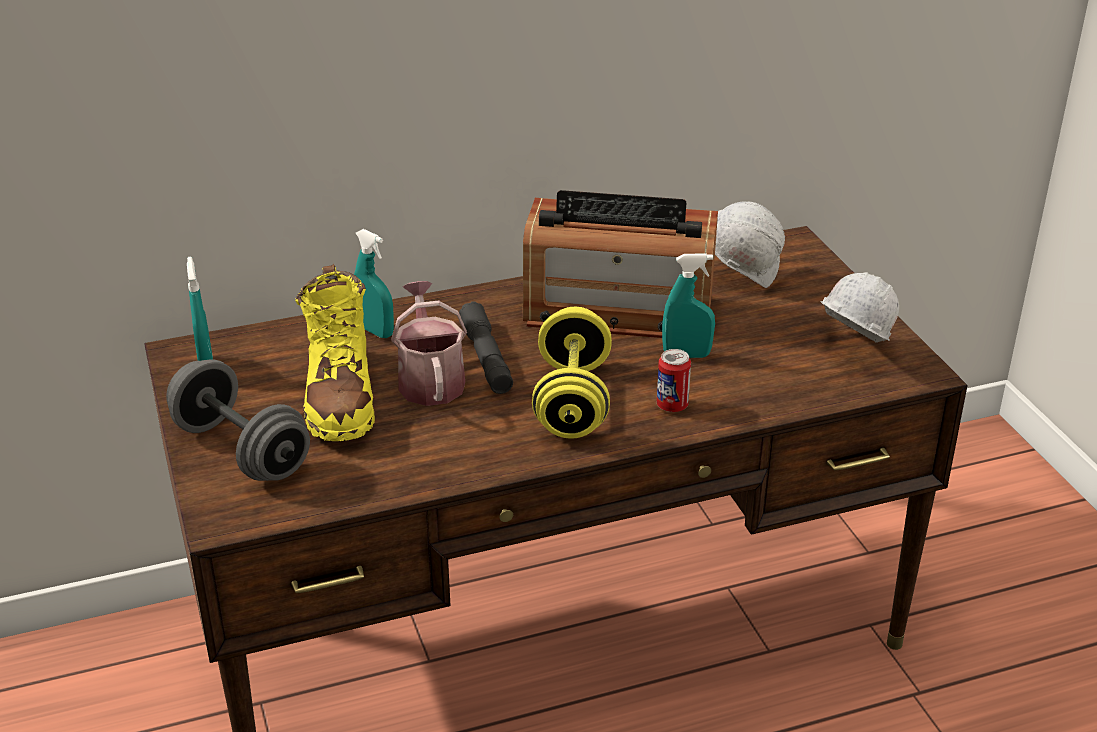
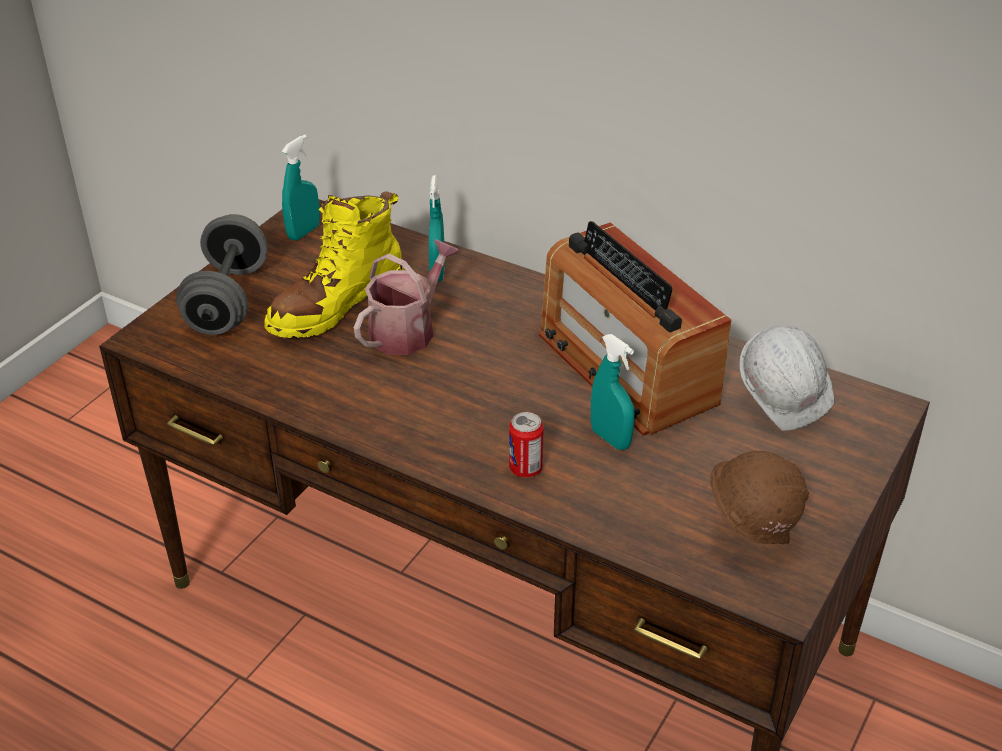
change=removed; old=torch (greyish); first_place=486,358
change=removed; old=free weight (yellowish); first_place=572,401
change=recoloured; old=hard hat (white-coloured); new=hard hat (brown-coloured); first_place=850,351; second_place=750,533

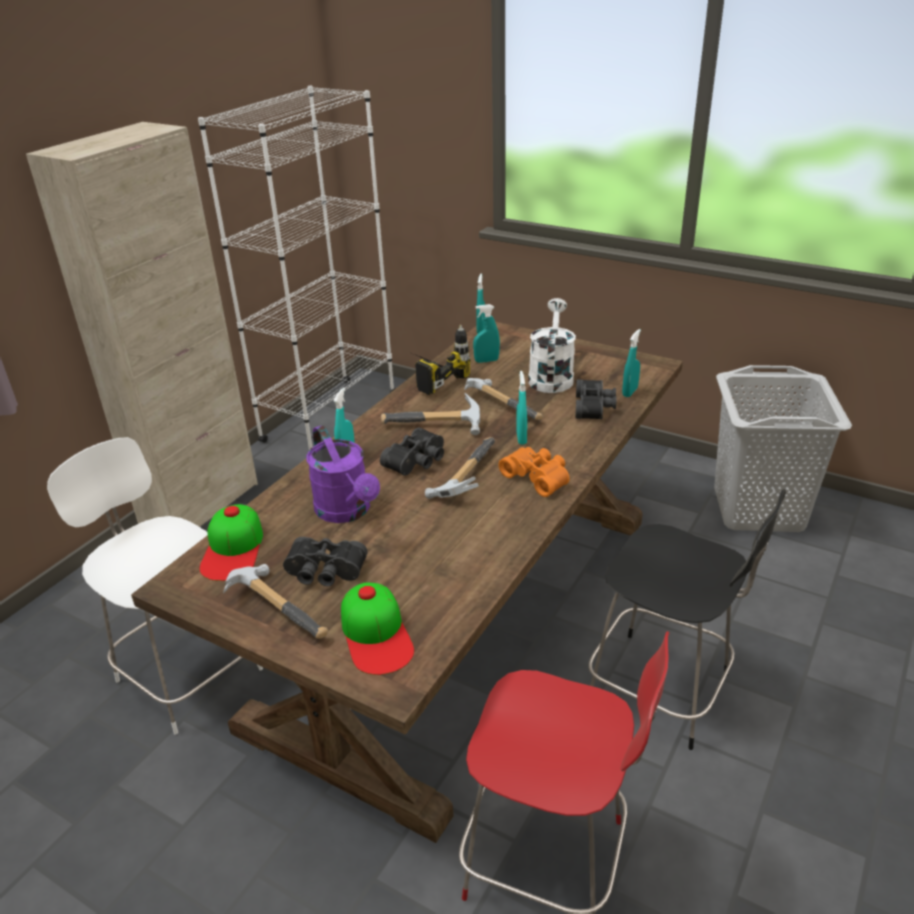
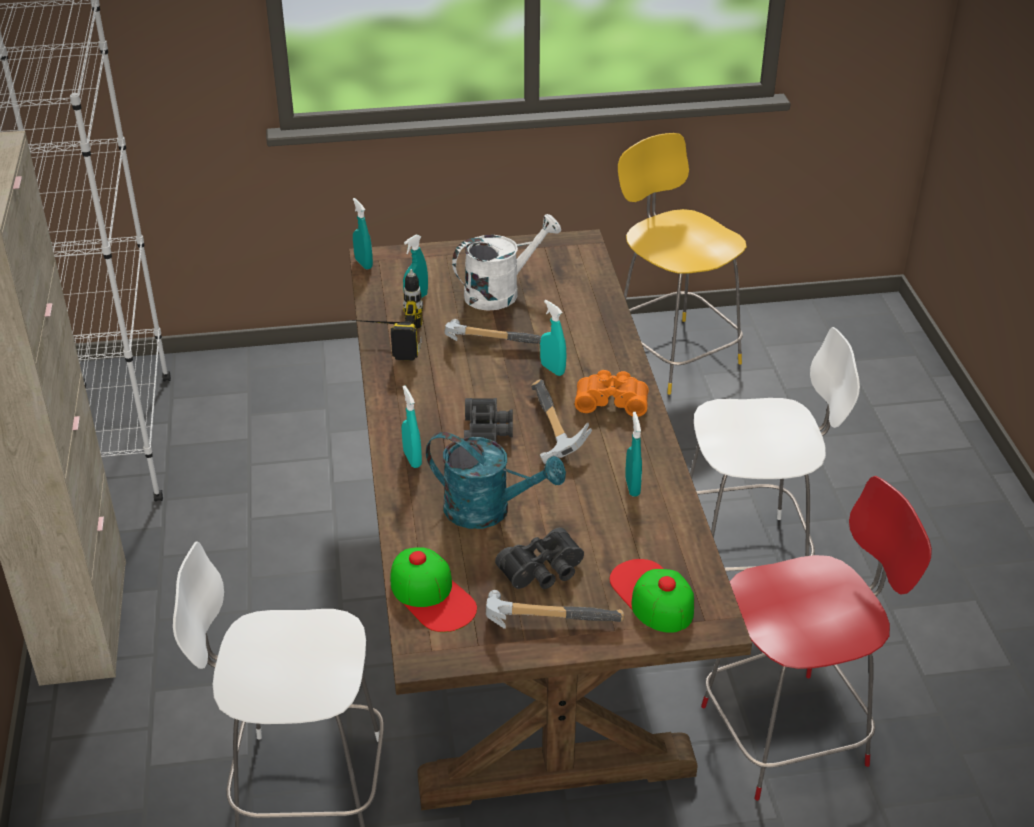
change=removed; old=tool hammer; first_place=436,427
change=removed; old=pair of binoculars (black); first_place=595,407
change=moved; old=hand sprayer (blue-green); first_place=630,392; second_place=632,487
change=replaced; old=hamper (greyish); new=plain chair (yellowish); first_place=758,508; second_place=673,353
change=recoloured; old=watering pot (purplish); new=watering pot (blue-green); first_place=347,511; second_place=489,511
change=recoloured; old=plain chair (black); new=plain chair (white-coloured); first_place=663,691; second_place=746,558
change=turned; old=peaked cap; first_place=376,634; second_place=652,595; degrees=-150
change=turned; old=watering pot (white-coloured); first_place=551,376; second_place=501,292; degrees=90

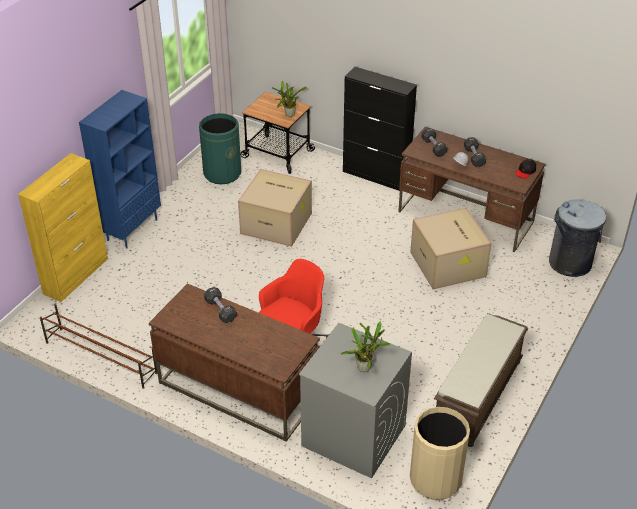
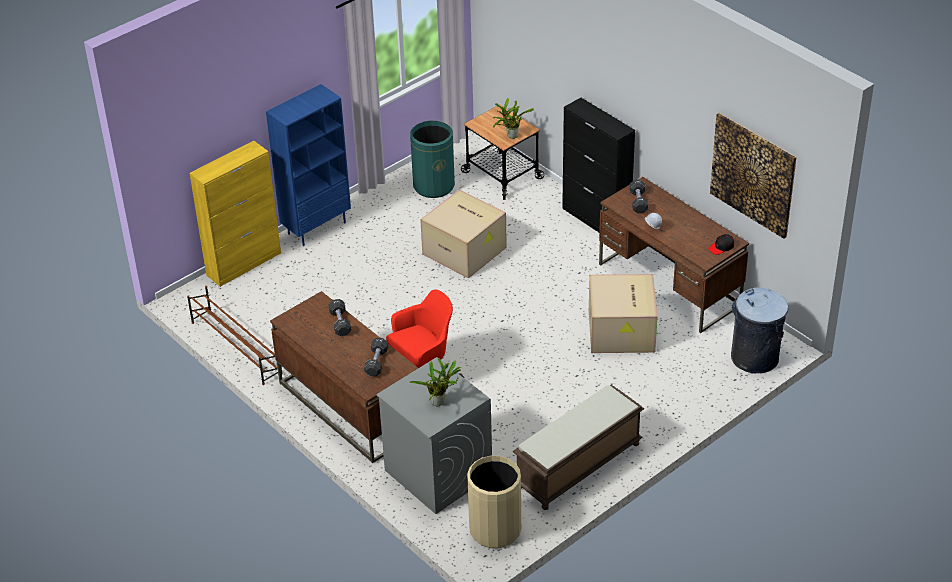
change=added; new=wall art; second_place=753,174
change=moved; old=free weight (black); first_place=474,157; second_place=376,362

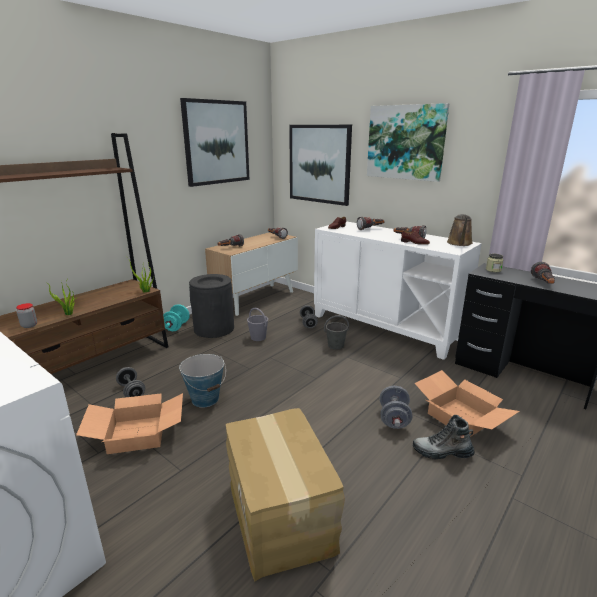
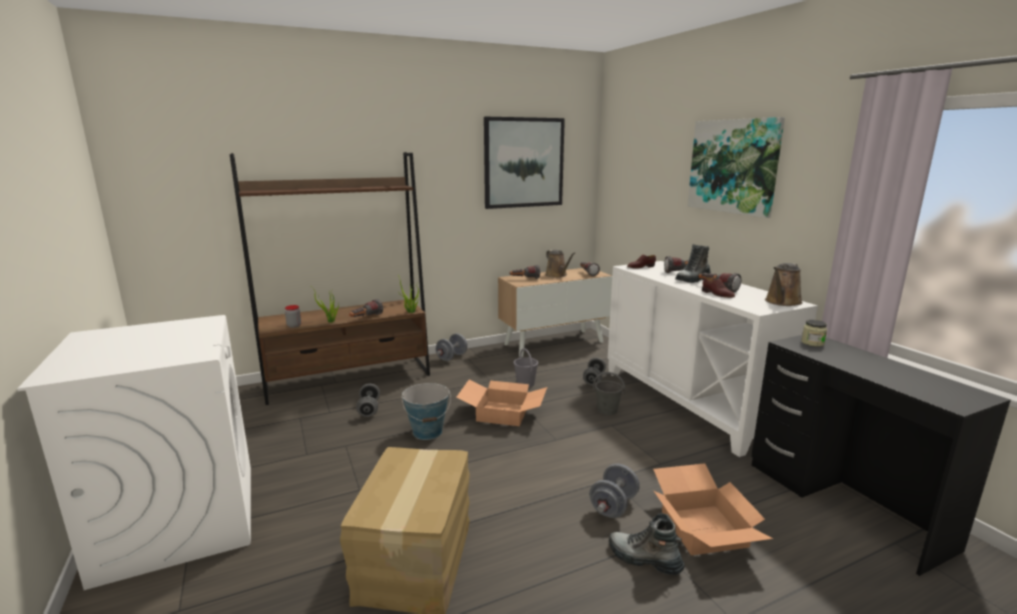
change=removed; old=rubbish bin (black); first_place=214,329
change=removed; old=wall art; first_place=319,164
change=added; new=watering pot (brown-coloured); second_place=557,275
change=added; new=tall boot; second_place=693,279
change=moved; old=packing box; first_place=138,433; second_place=503,413
change=moved; old=torch; first_place=543,283; second_place=365,318
change=recoloured; old=free weight (blue-green); new=free weight (greyish); first_place=176,327; second_place=451,357

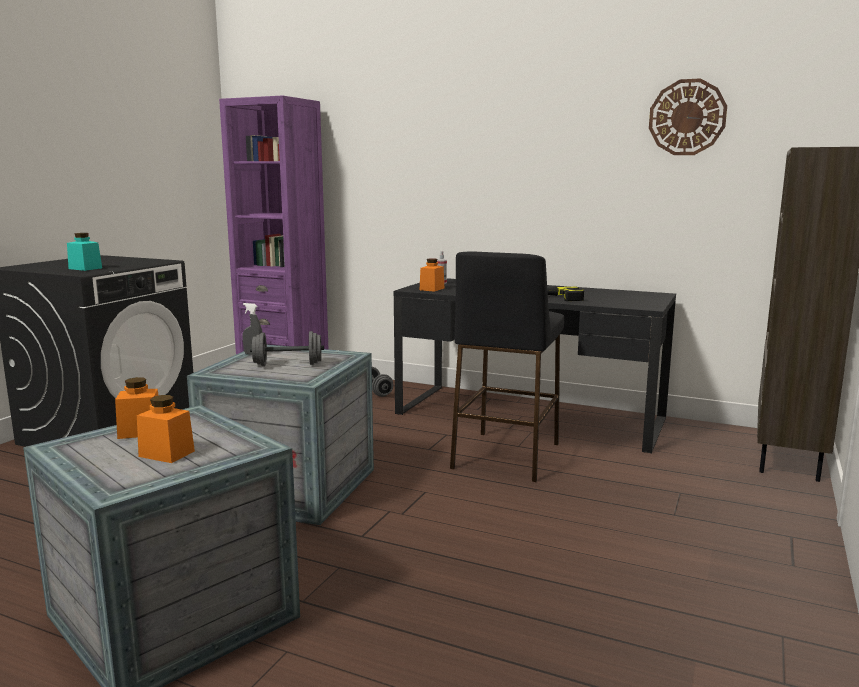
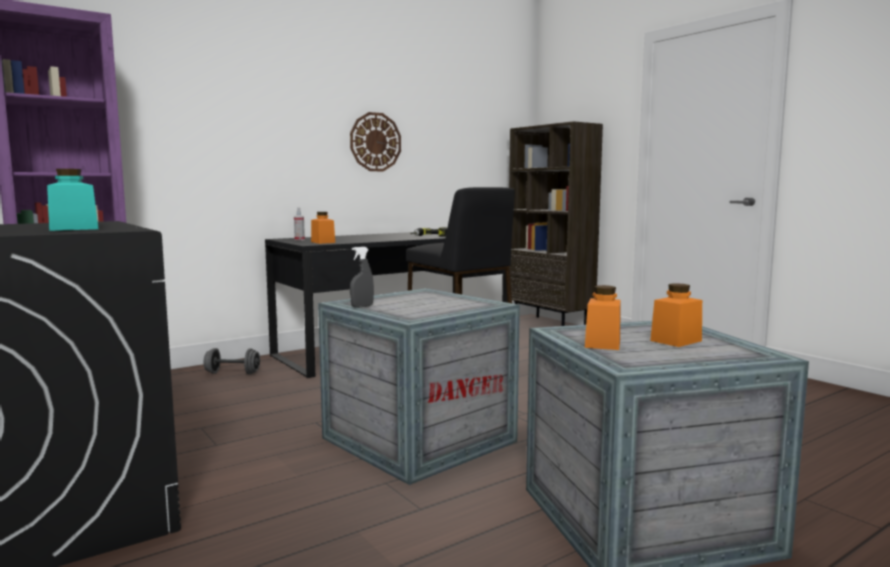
change=removed; old=free weight (greyish); first_place=288,364
change=moved; old=wall clock; first_place=687,117; second_place=375,142

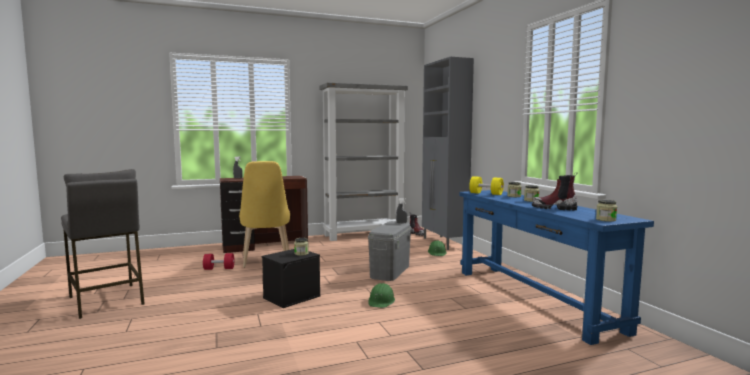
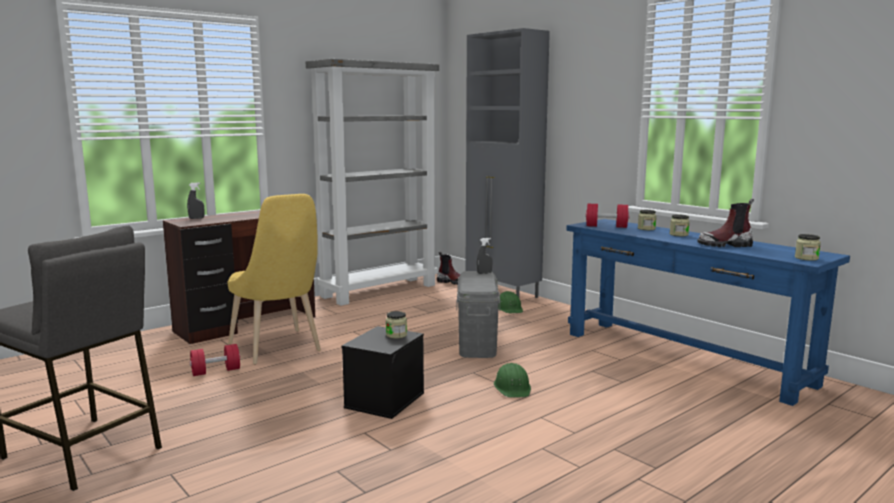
change=recoloured; old=free weight (yellowish); new=free weight (reddish); first_place=486,194; second_place=606,226

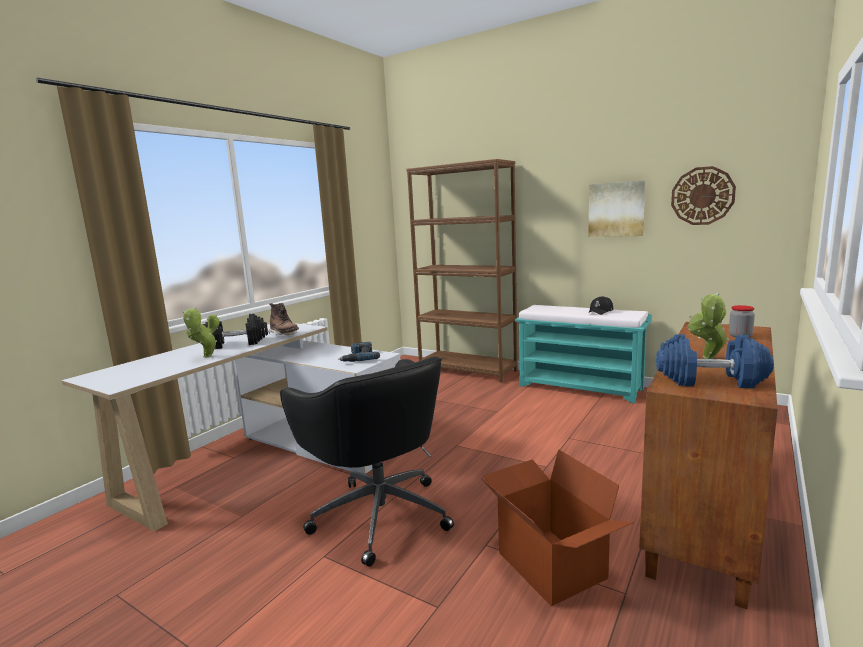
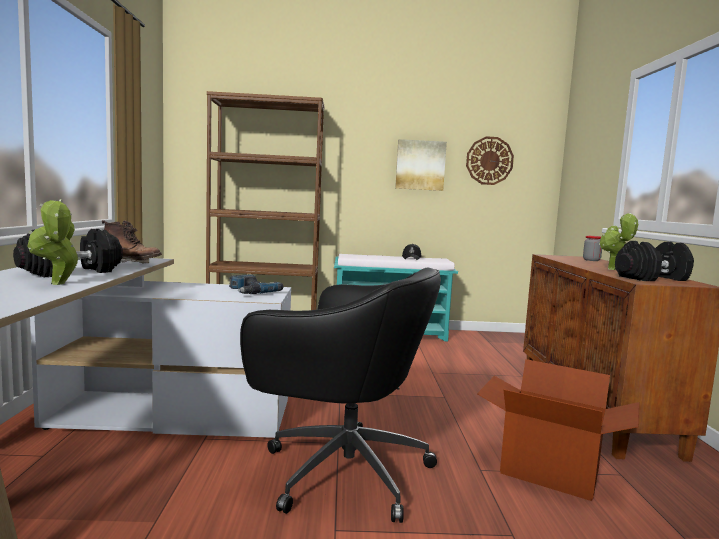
change=recoloured; old=free weight (blue-coloured); new=free weight (black); first_place=710,380; second_place=652,278

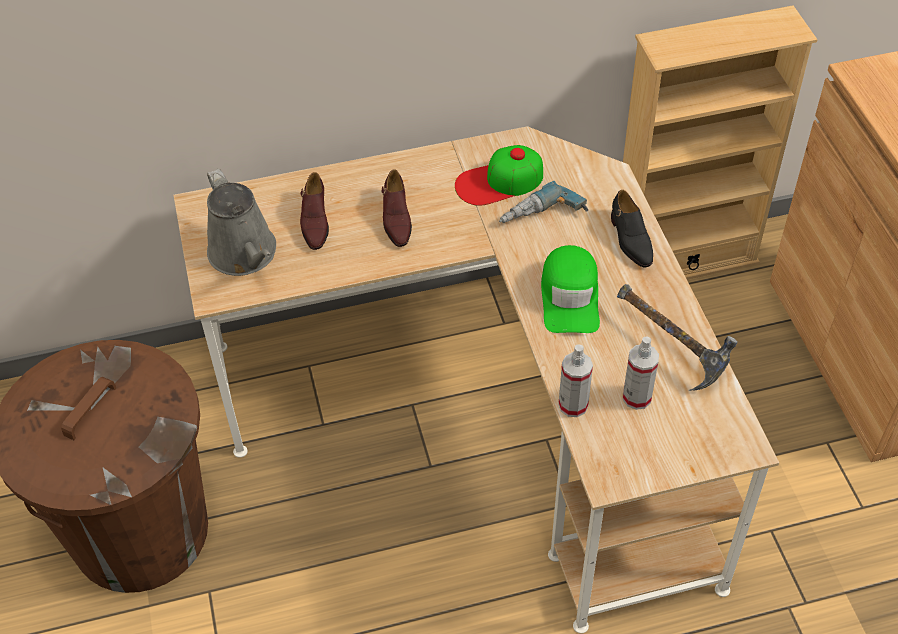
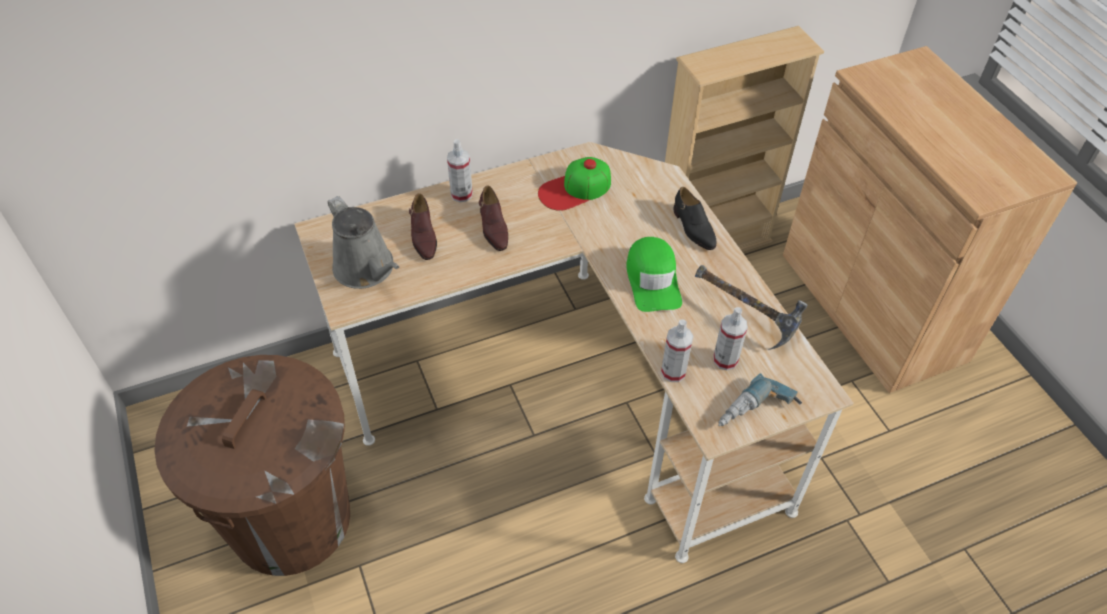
change=added; new=hand sprayer; second_place=461,194
change=moved; old=drill; first_place=543,218; second_place=757,414

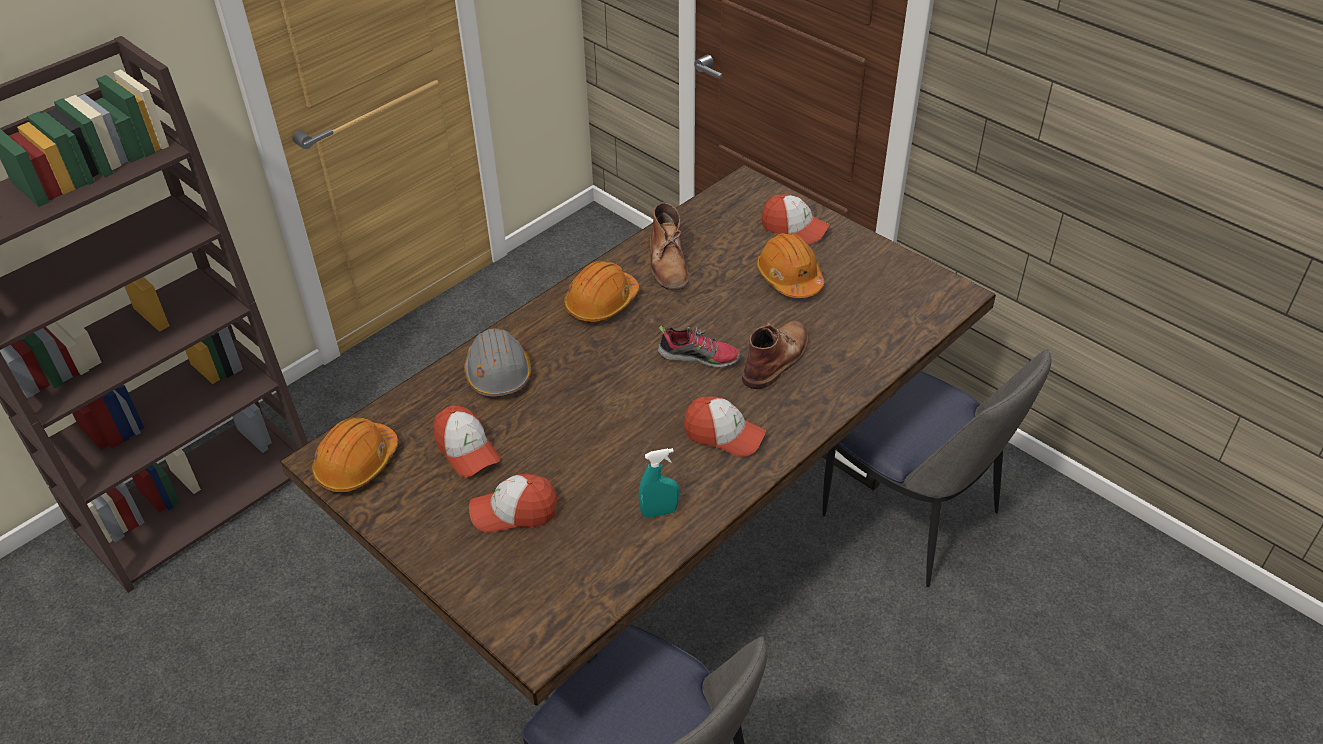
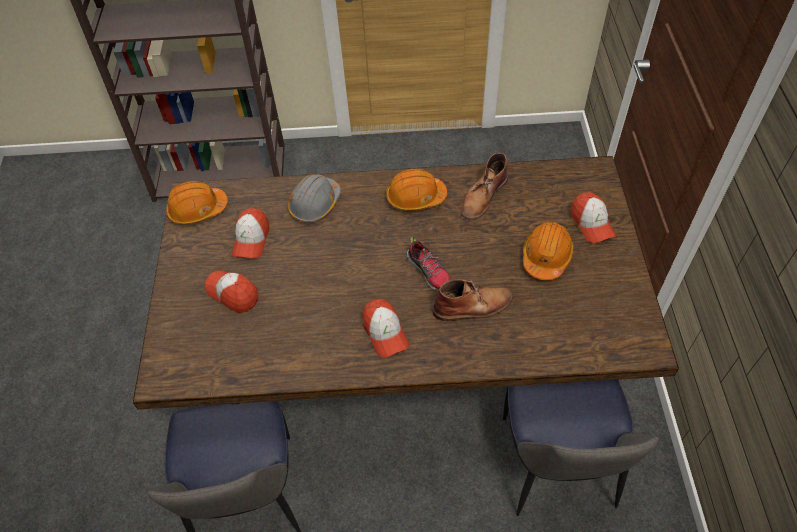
change=removed; old=hand sprayer (blue-green); first_place=659,512

